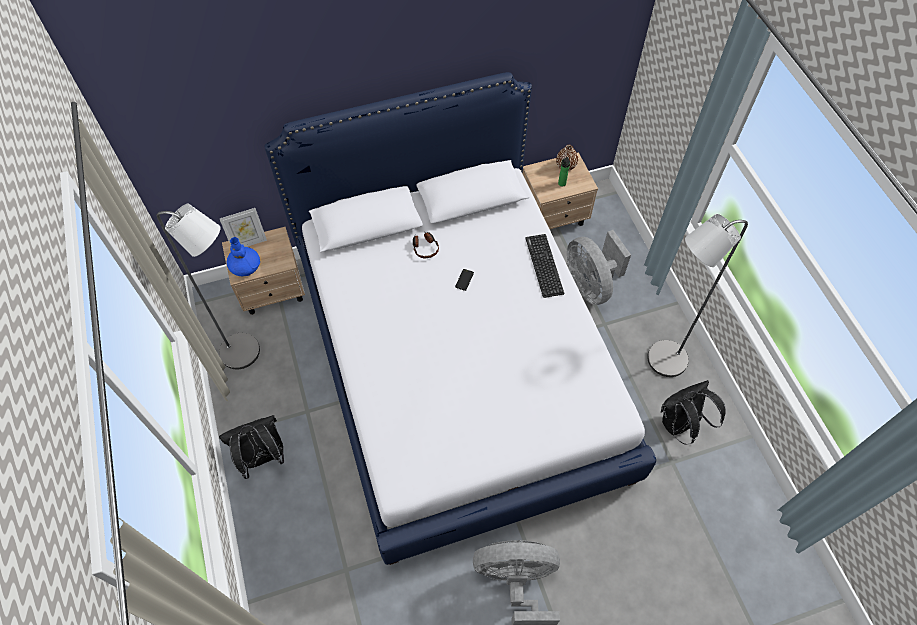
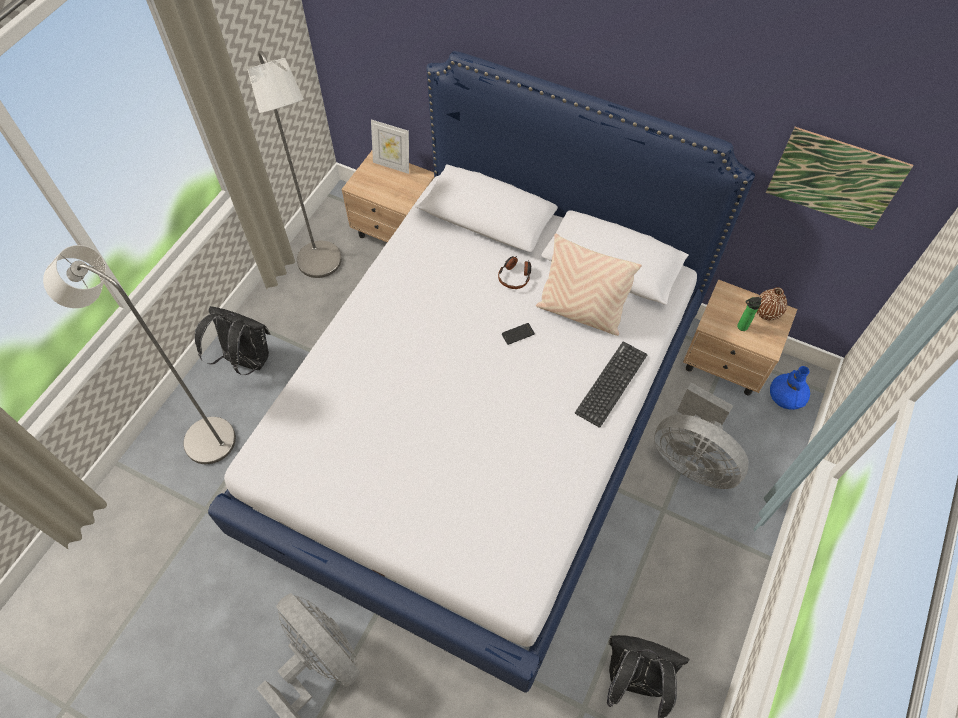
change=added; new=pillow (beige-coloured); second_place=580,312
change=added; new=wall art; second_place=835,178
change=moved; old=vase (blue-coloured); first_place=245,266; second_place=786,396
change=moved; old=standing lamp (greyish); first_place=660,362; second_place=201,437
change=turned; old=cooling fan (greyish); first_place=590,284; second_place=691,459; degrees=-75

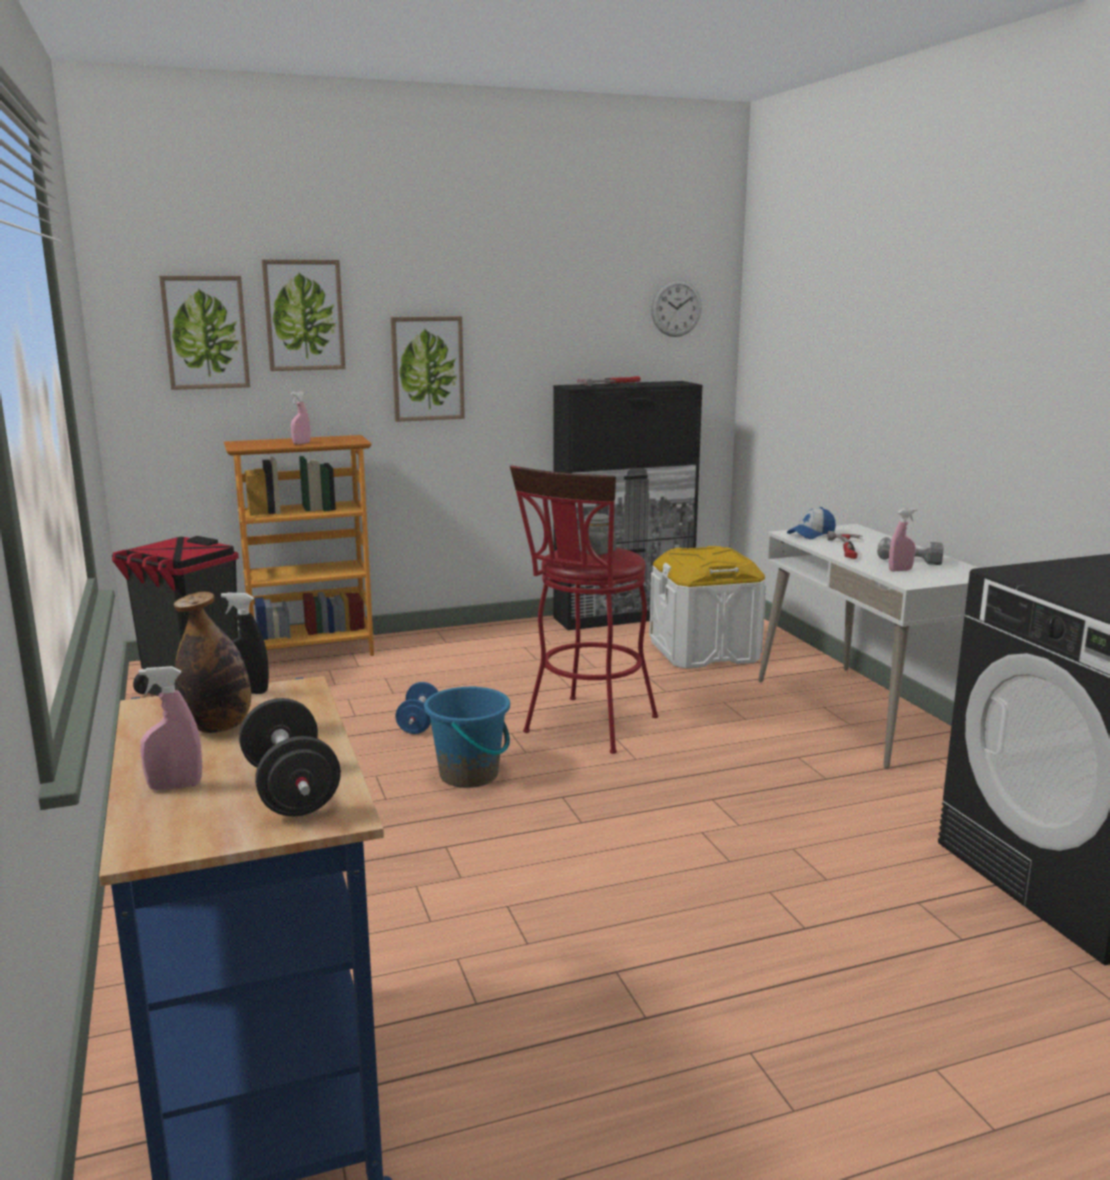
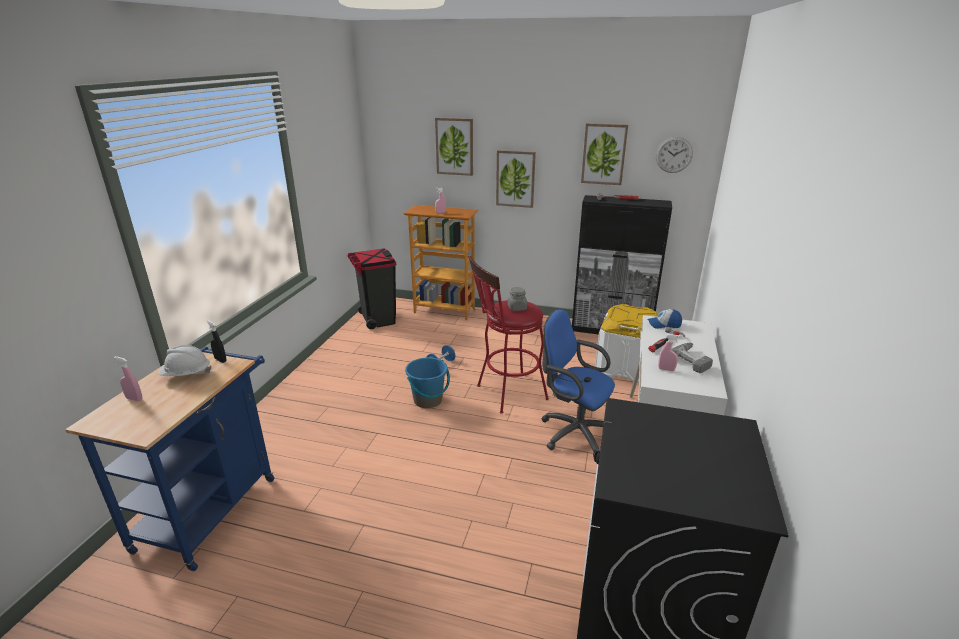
change=removed; old=free weight (black); first_place=291,790
change=added; new=computer chair (blue-coloured); second_place=573,432
change=moved; old=wall art; first_place=205,332; second_place=604,154
change=replaced; old=beverage bottle; new=hard hat (white-coloured); first_place=218,727; second_place=186,375

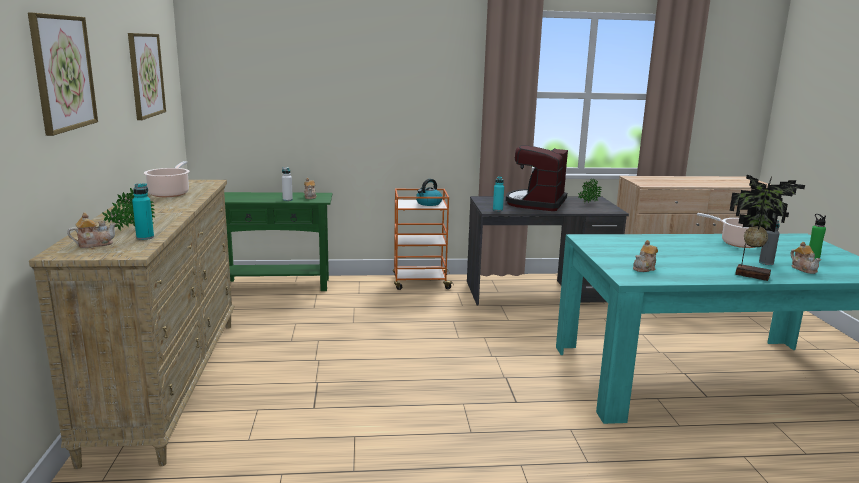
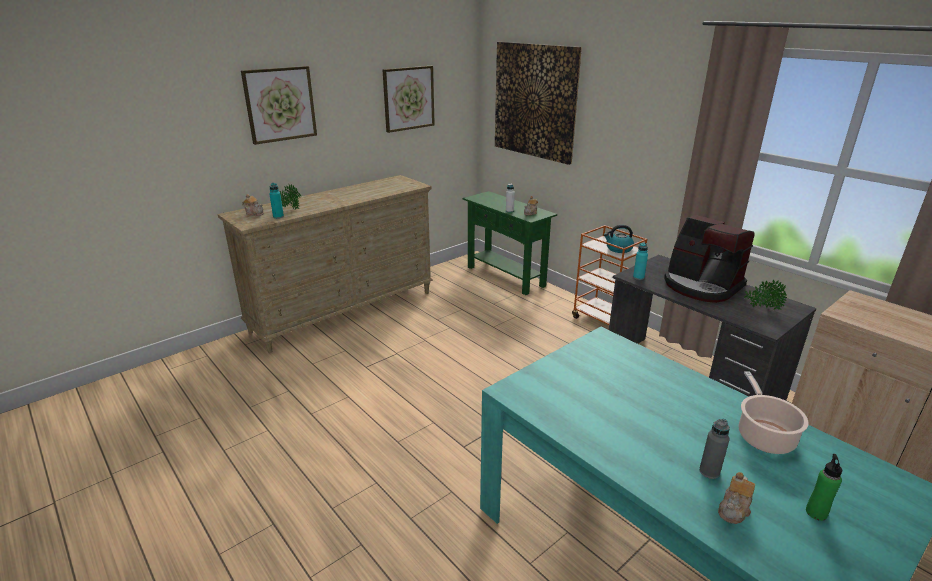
change=removed; old=stockpot; first_place=170,193
change=removed; old=pot for tea; first_place=645,268
change=removed; old=plant in a pot; first_place=751,275
change=added; new=wall art; second_place=535,101
change=turned; old=coffee machine; first_place=536,203; second_place=701,286; degrees=-120

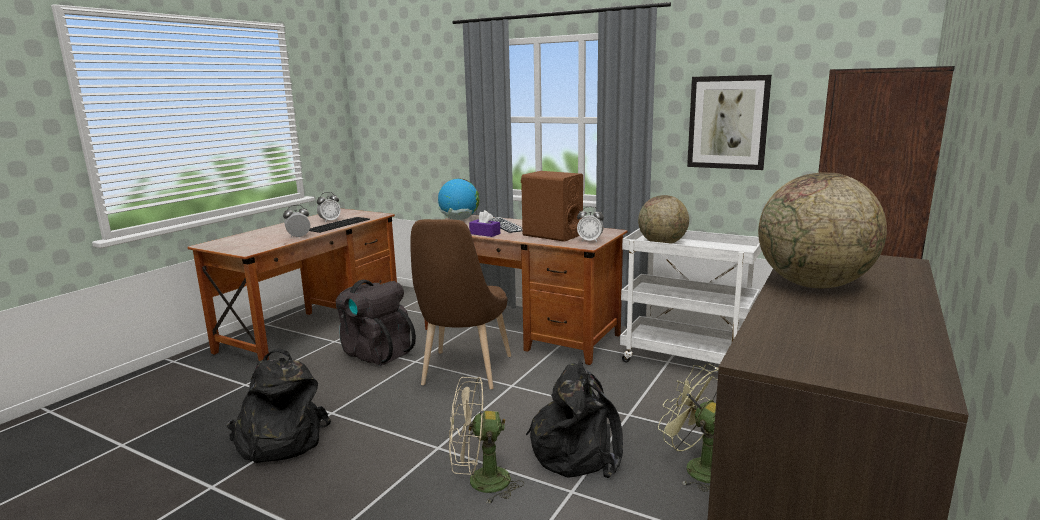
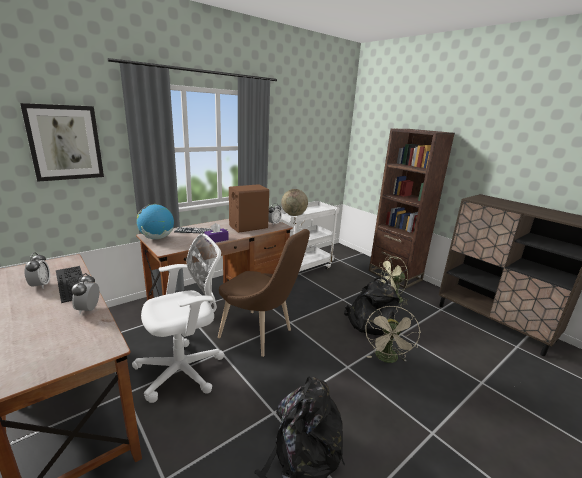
change=removed; old=world globe; first_place=813,285
change=moved; old=wall art; first_place=728,122; second_place=65,142
change=replaced; old=knapsack (black); new=computer chair (white-coloured); first_place=375,353; second_place=184,370

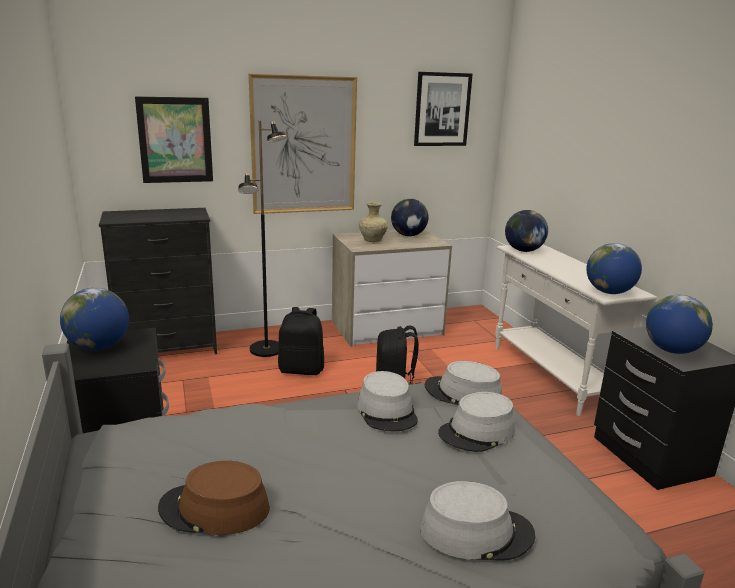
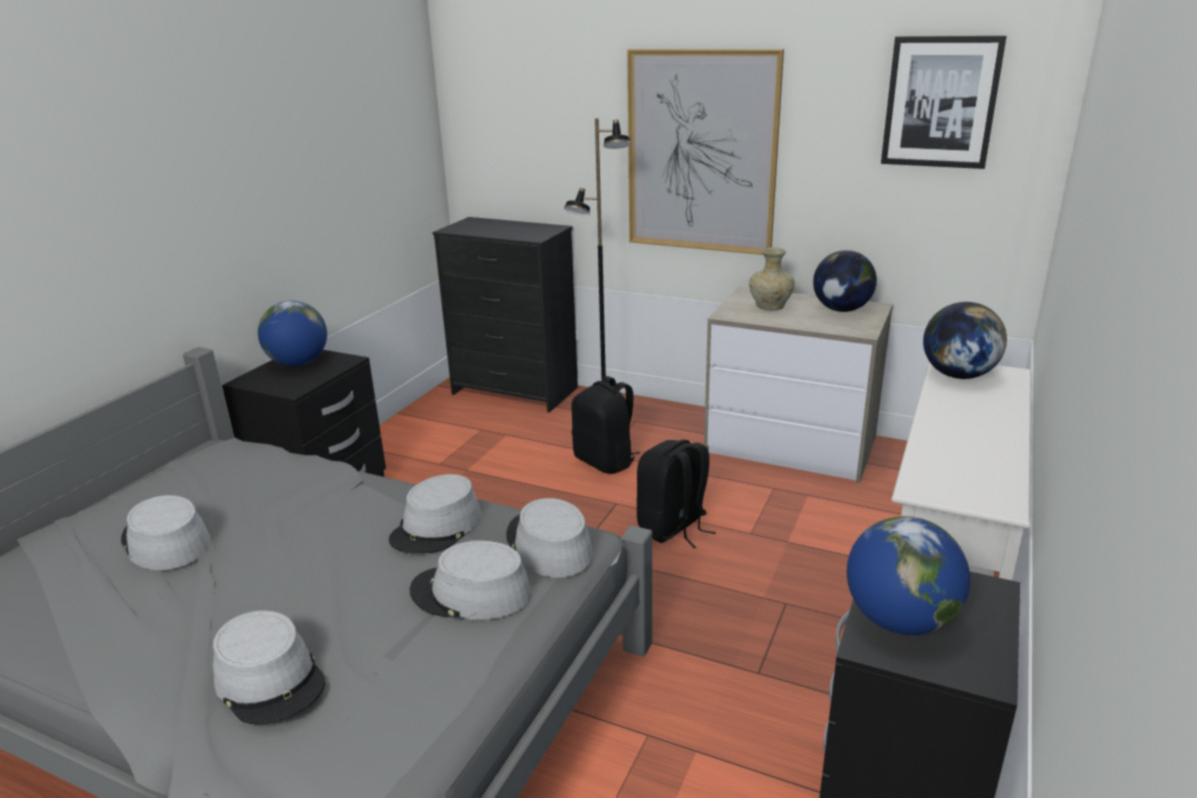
change=removed; old=wall art; first_place=175,140
change=removed; old=world globe; first_place=609,292
change=recoloured; old=wearable hat (brown-coloured); new=wearable hat (greyish); first_place=214,509; second_place=165,541

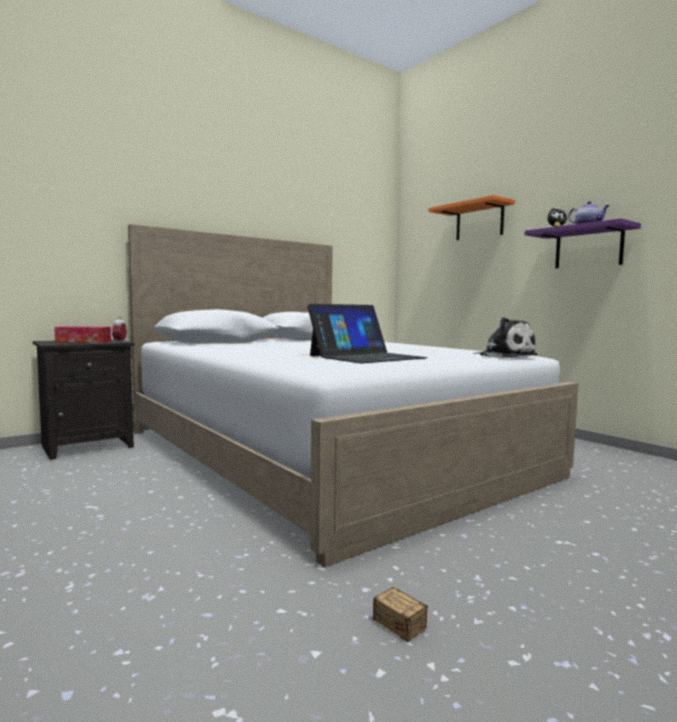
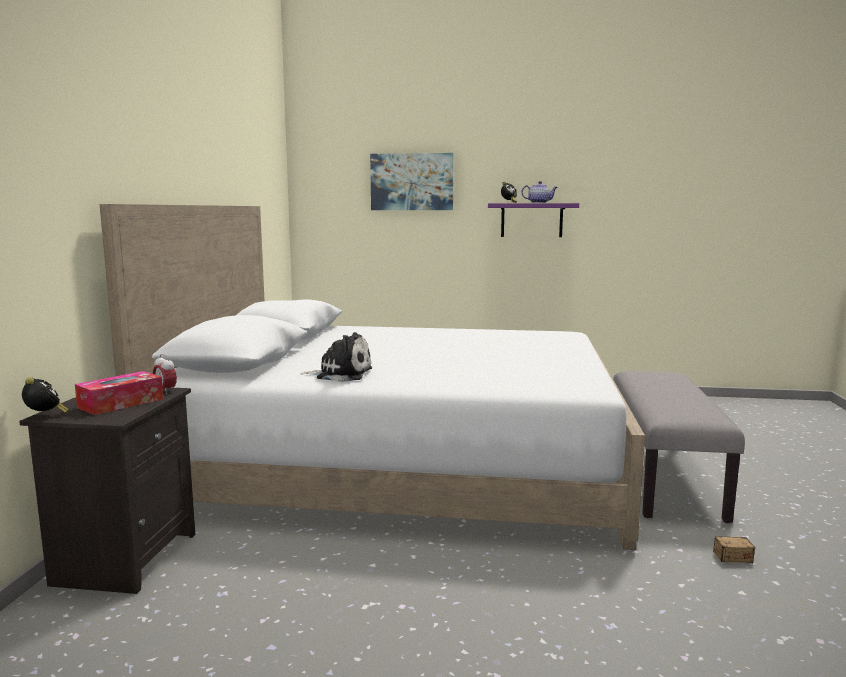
change=removed; old=portable computer; first_place=366,357
change=added; new=table clock; second_place=45,416
change=added; new=long seat (greyish); second_place=662,477
change=moved; old=cuddly toy; first_place=505,356; second_place=341,374
change=replaced; old=bracket shelf (orange); new=wall art; first_place=479,221; second_place=412,182

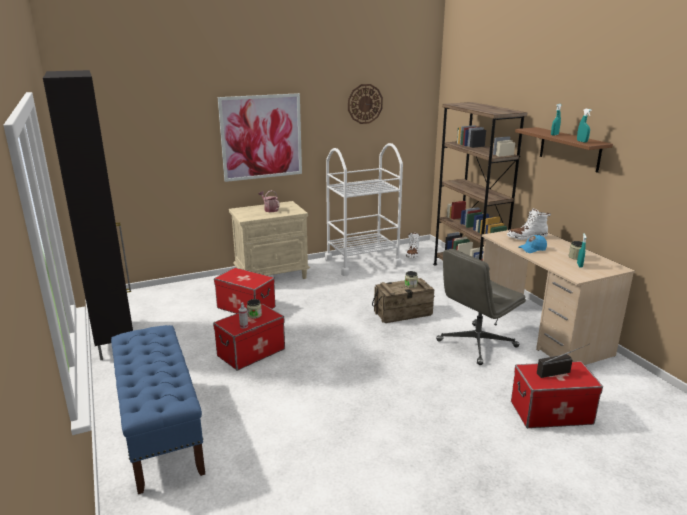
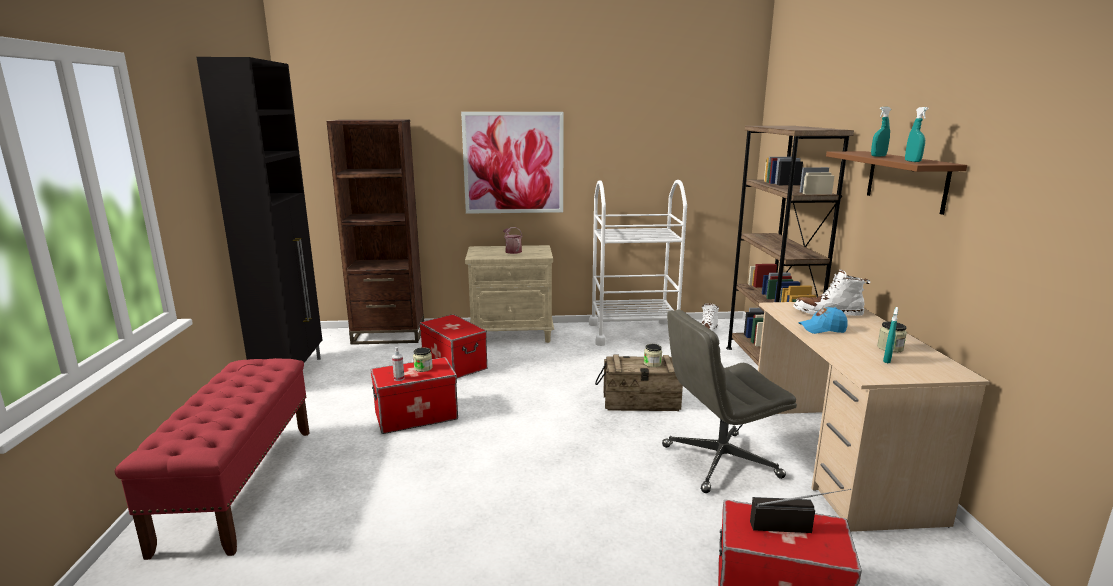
change=removed; old=wall clock; first_place=365,104
change=added; new=bookshelf (brown-coloured); second_place=388,335
change=recoloured; old=long seat (blue-coloured); new=long seat (reddish); first_place=160,429; second_place=239,485

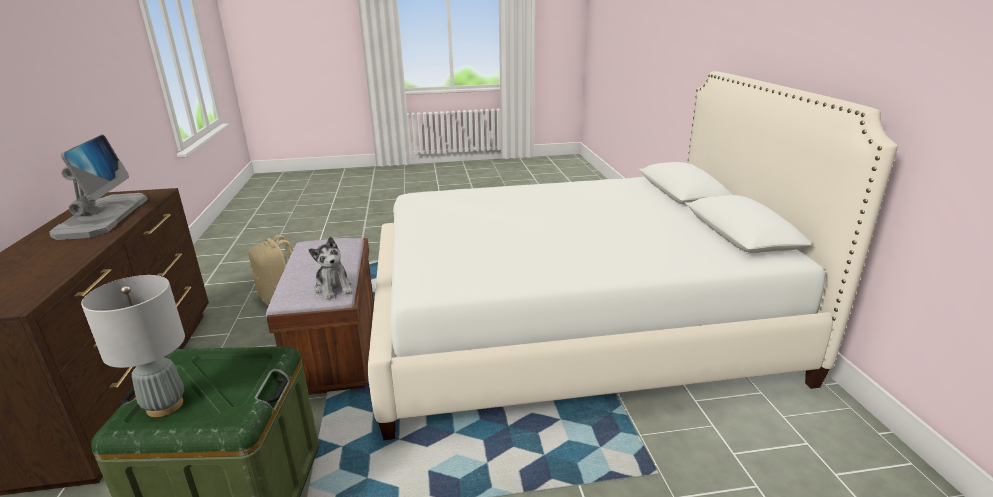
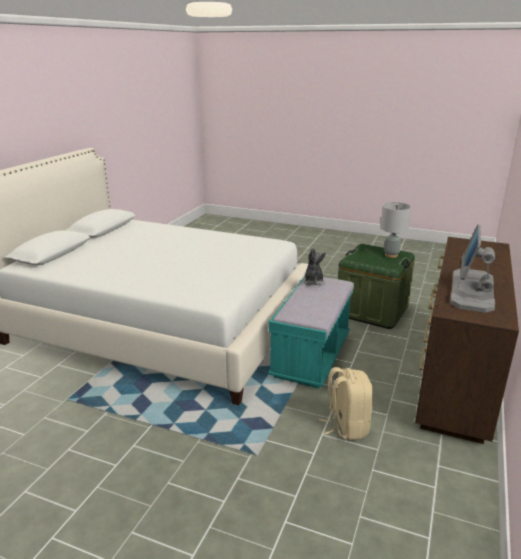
change=recoloured; old=long seat (brown-coloured); new=long seat (blue-green); first_place=337,350; second_place=311,357

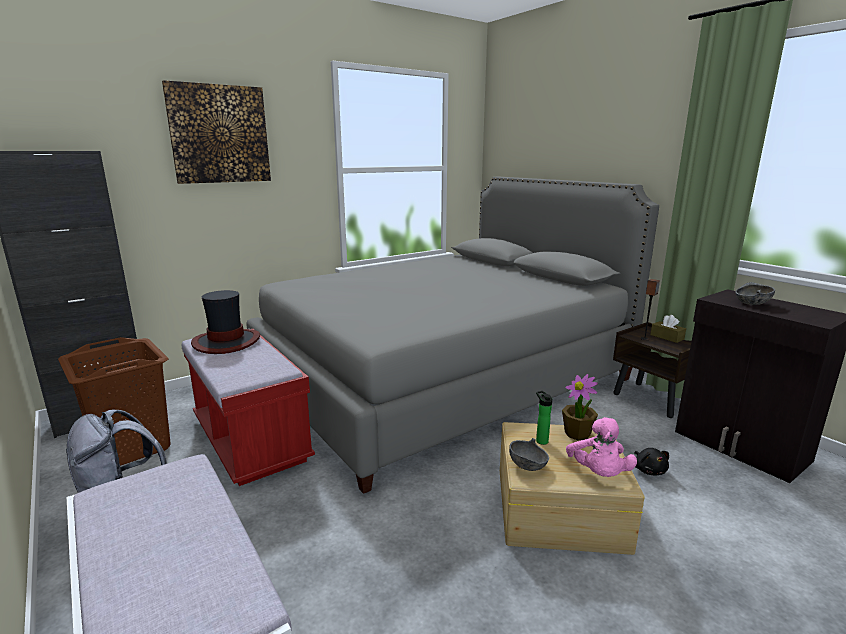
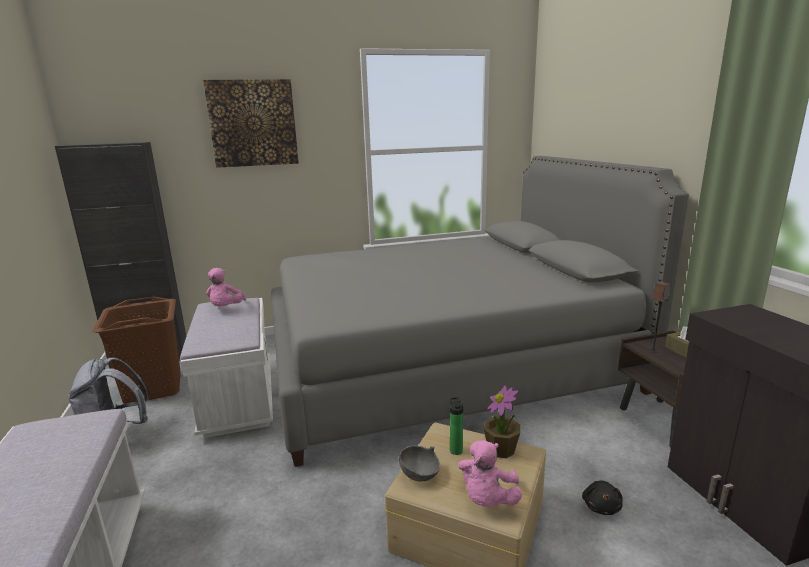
change=removed; old=bowl (greyish); first_place=751,304
change=replaced; old=wearable hat; new=cuddly toy (pinkish); first_place=226,342; second_place=226,308
change=recoloured; old=long seat (reddish); new=long seat (white-coloured); first_place=250,440; second_place=239,398

